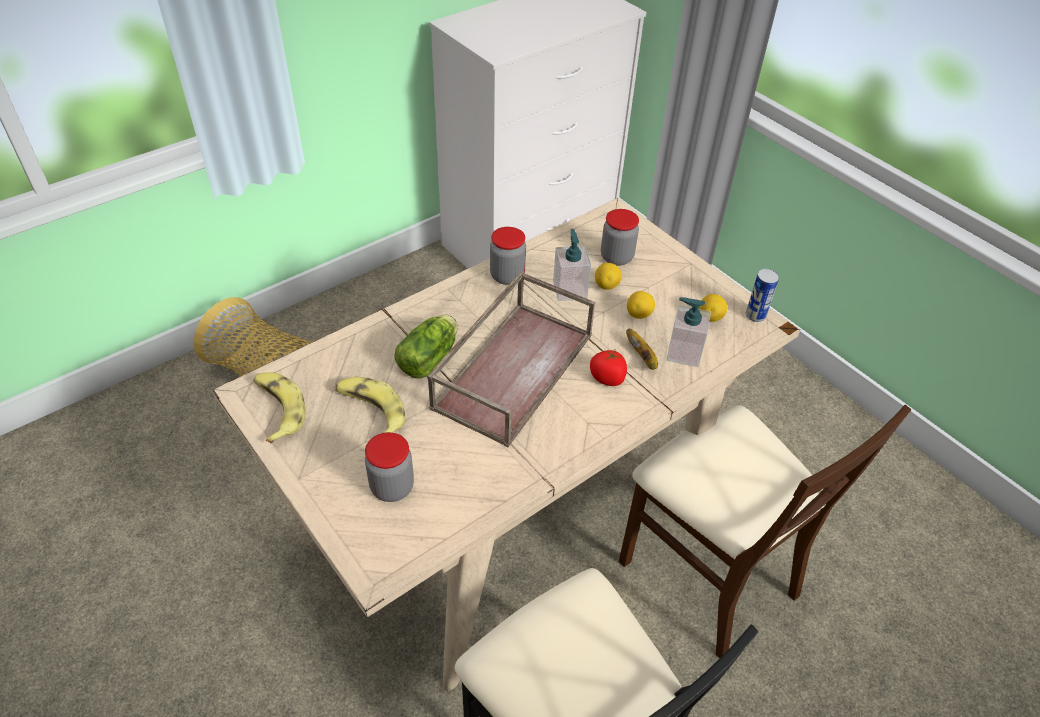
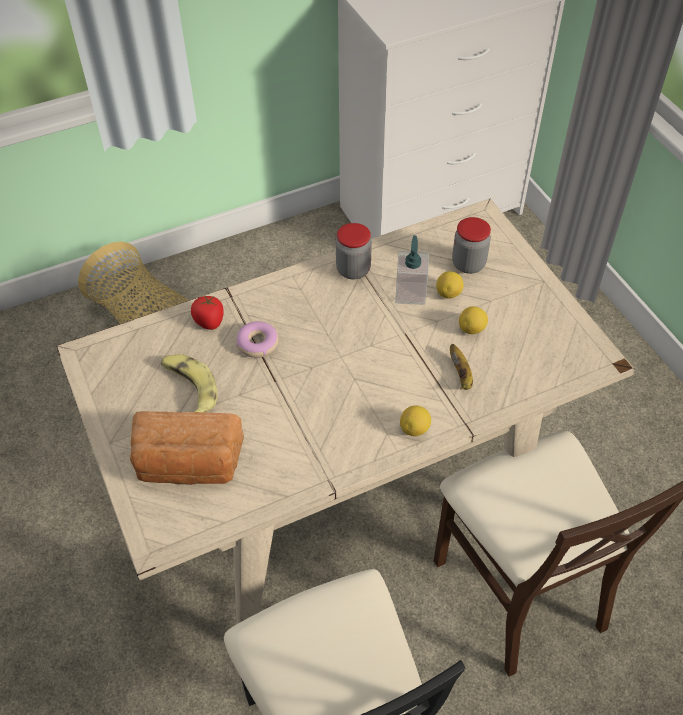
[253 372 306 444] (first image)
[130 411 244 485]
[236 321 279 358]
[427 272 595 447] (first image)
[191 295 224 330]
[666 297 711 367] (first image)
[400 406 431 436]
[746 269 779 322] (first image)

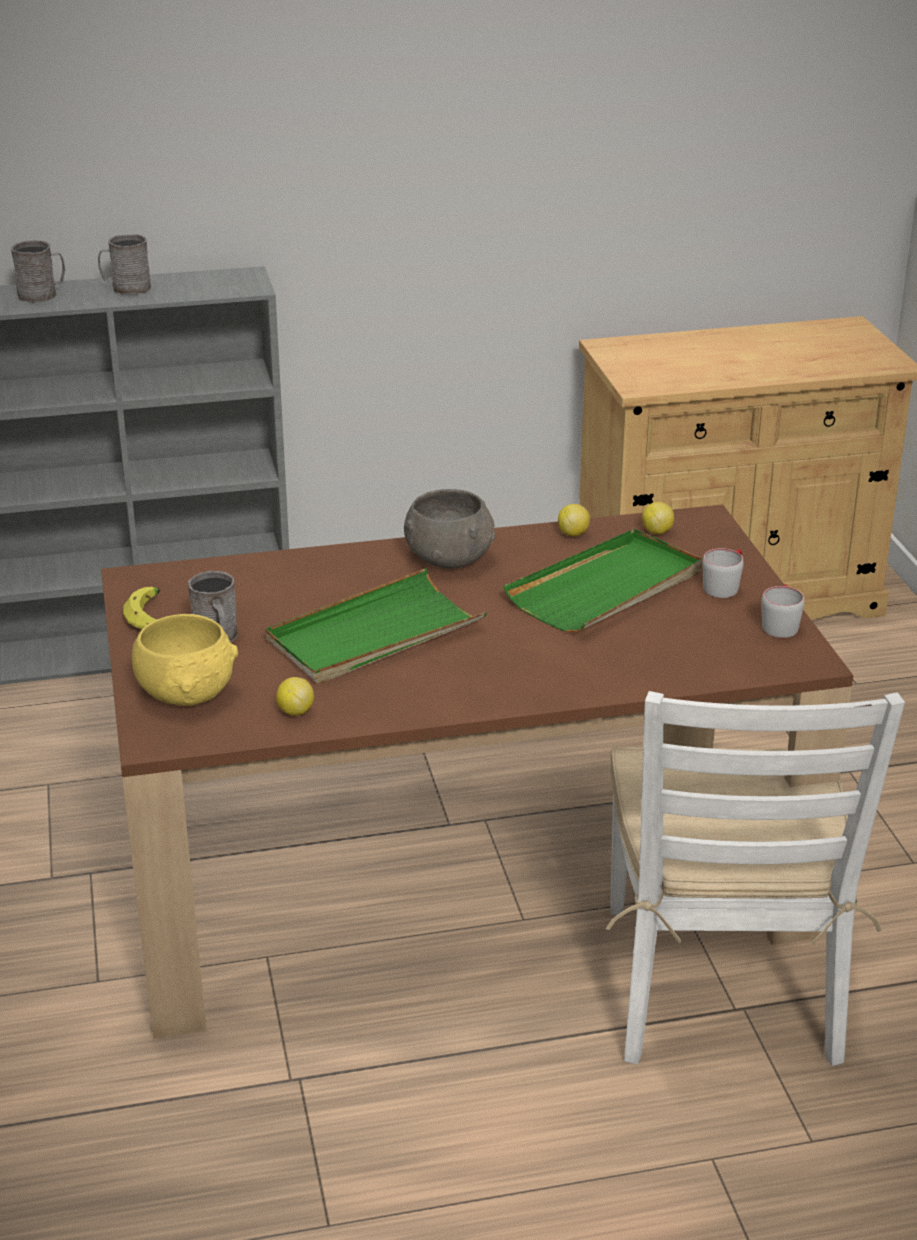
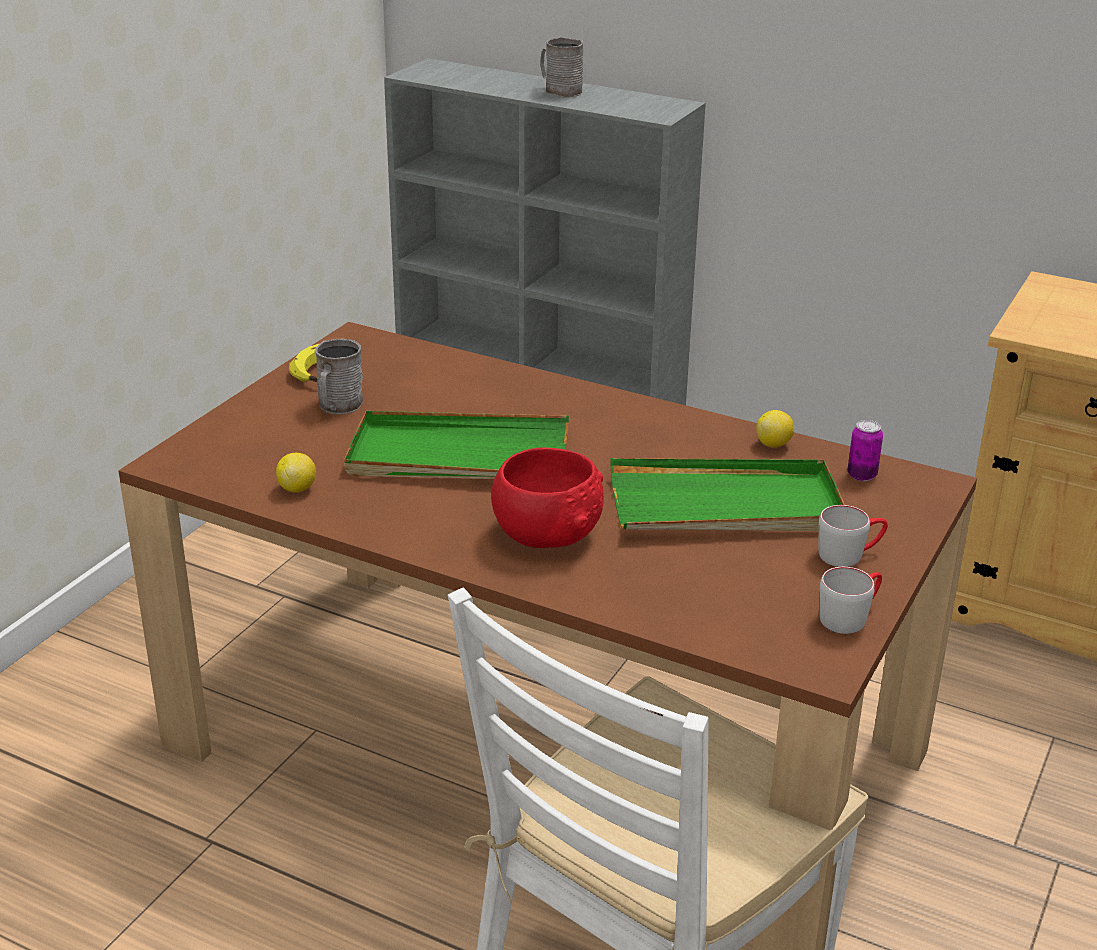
[11 240 65 303] (first image)
[132 614 238 706] (first image)
[404 489 496 569] (first image)
[847 420 883 481]
[491 447 604 548]

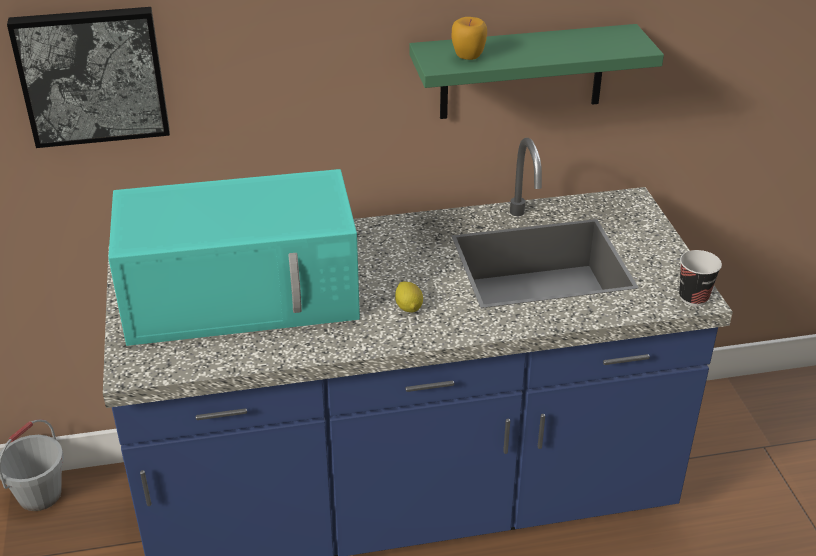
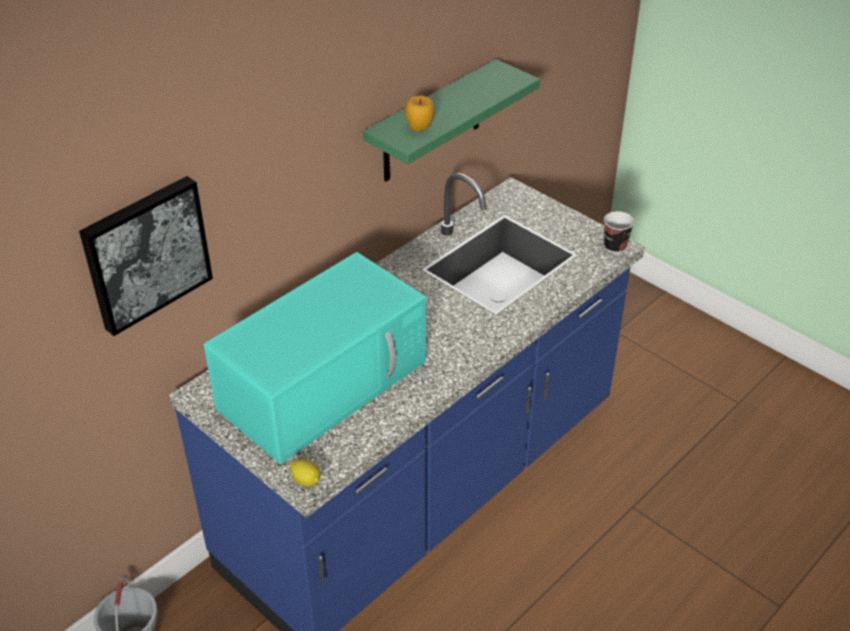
[290 459 321 487]

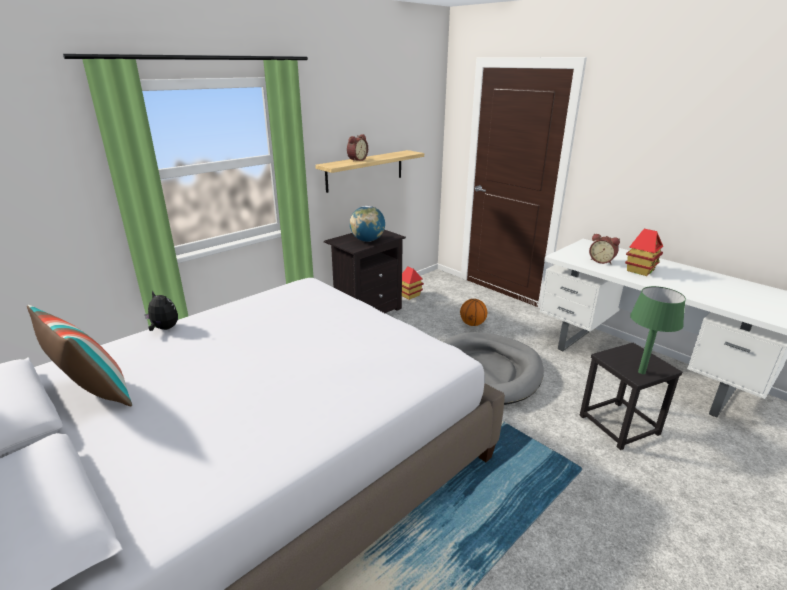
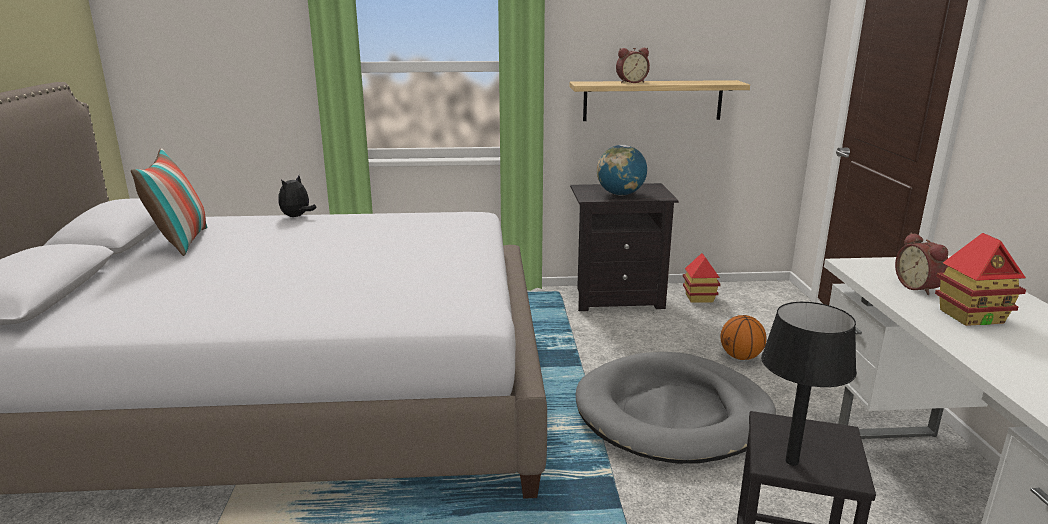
[278 175 317 217]
[761 302 857 466]

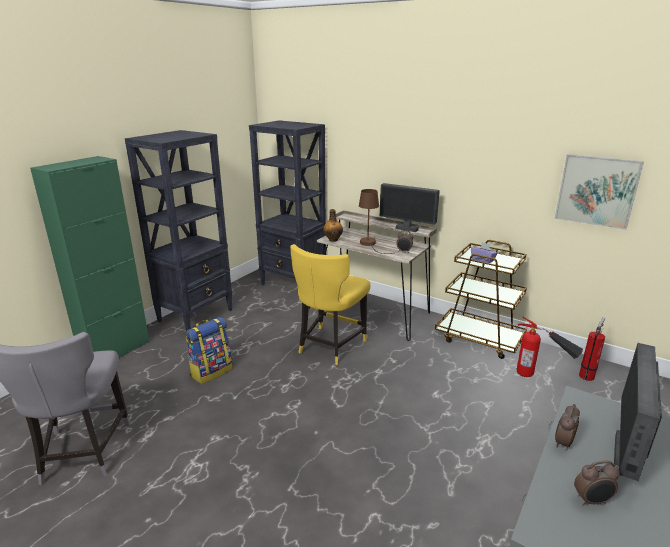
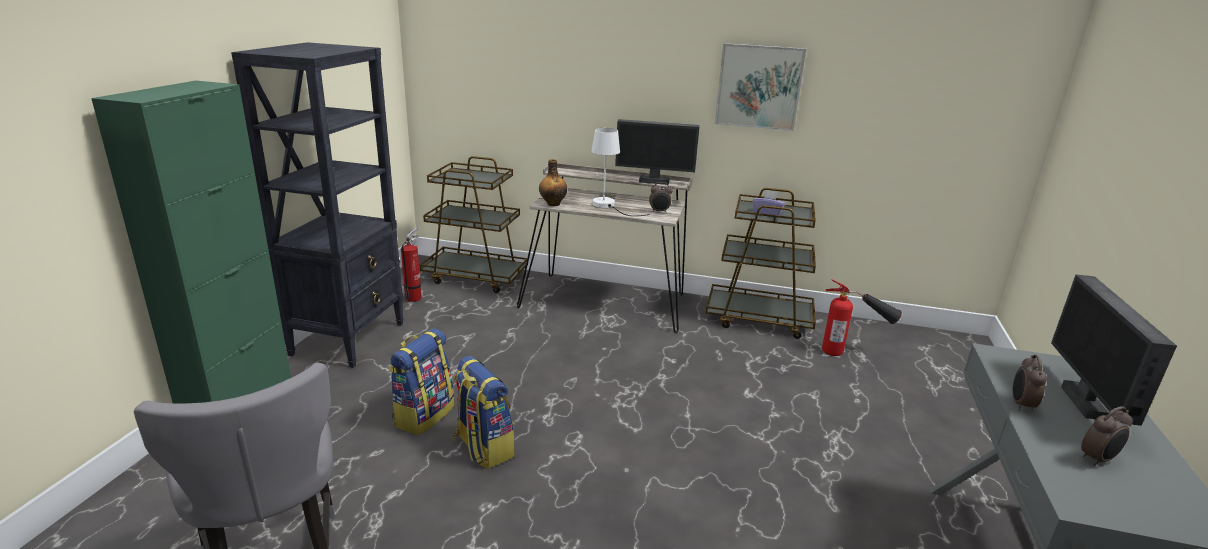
[419 156 527 293]
[290 244 370 365] (first image)
[591 128 650 216]
[715 43 806 131]
[401 227 422 302]
[454 356 515 469]

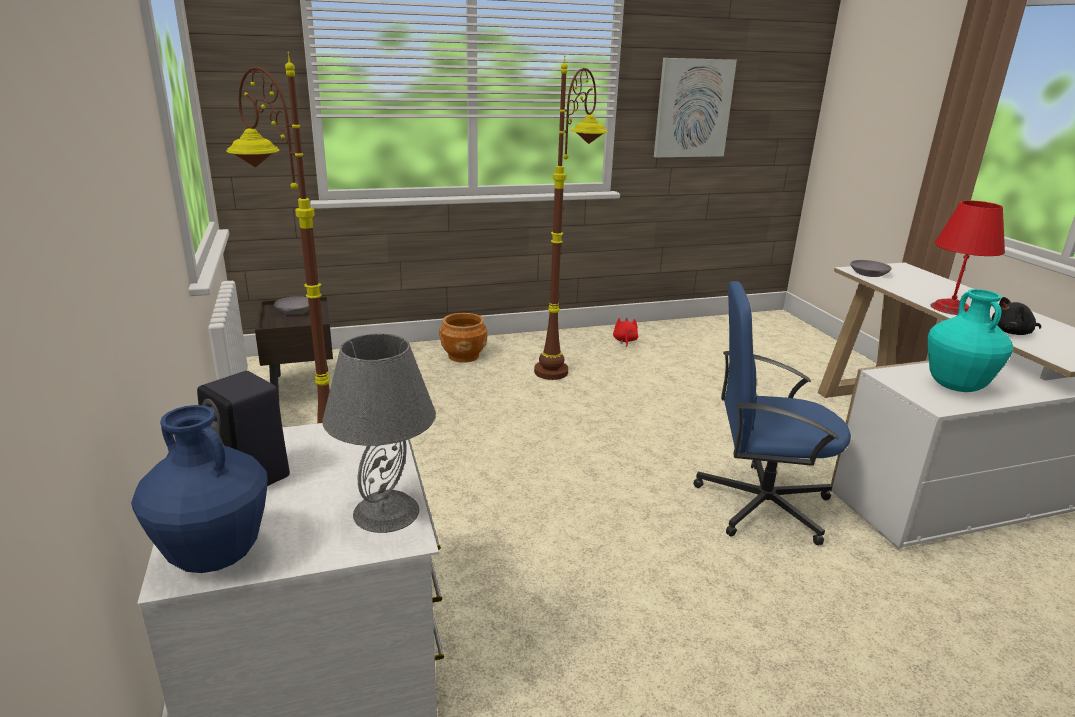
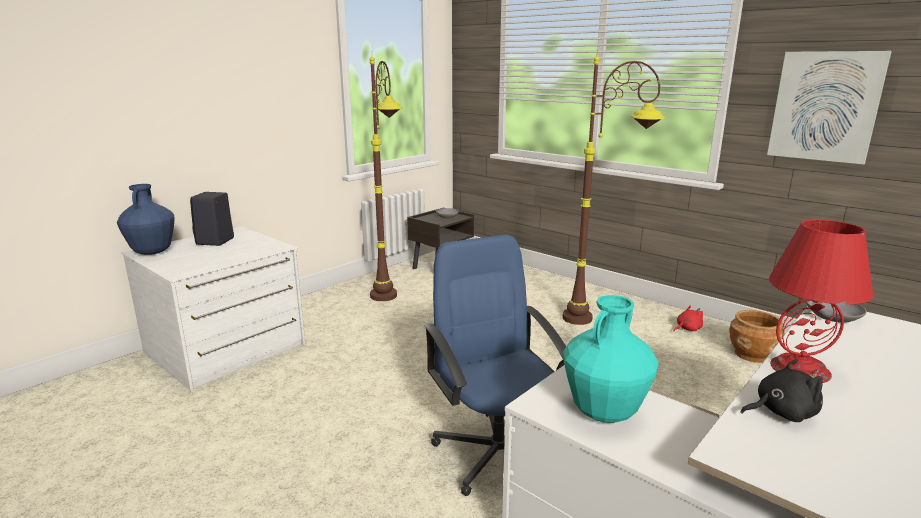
[322 334 436 533] (first image)
[729 310 785 363]
[741 359 823 422]

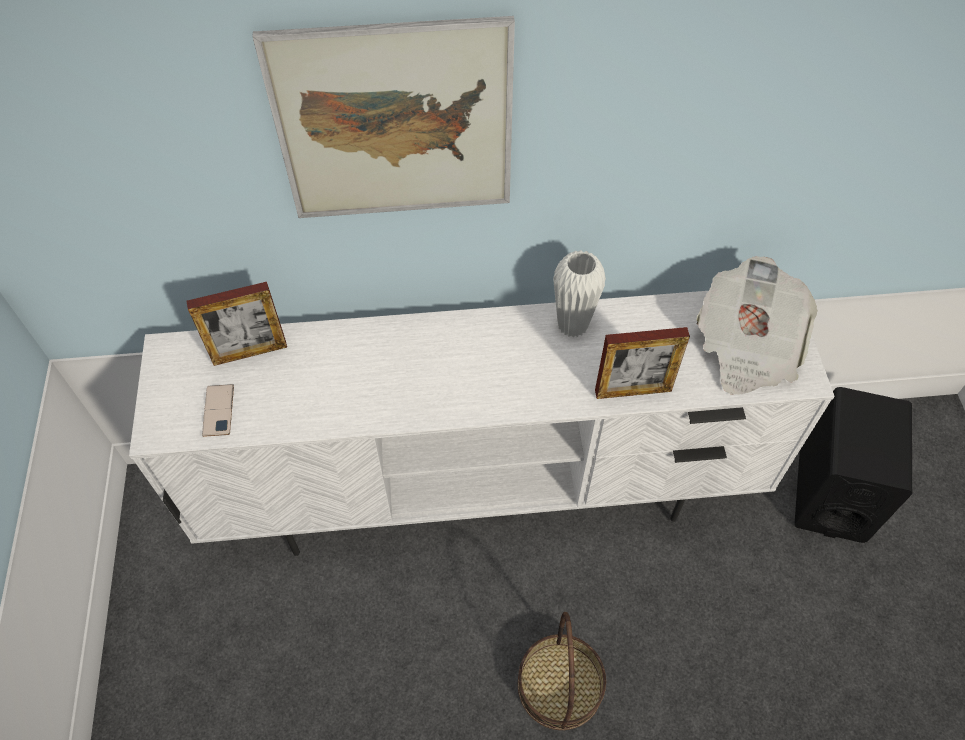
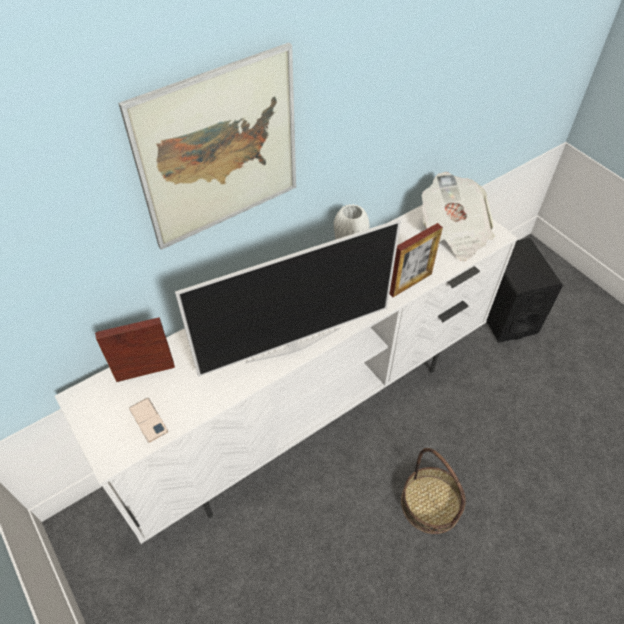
[95 317 175 382]
[175 219 401 377]

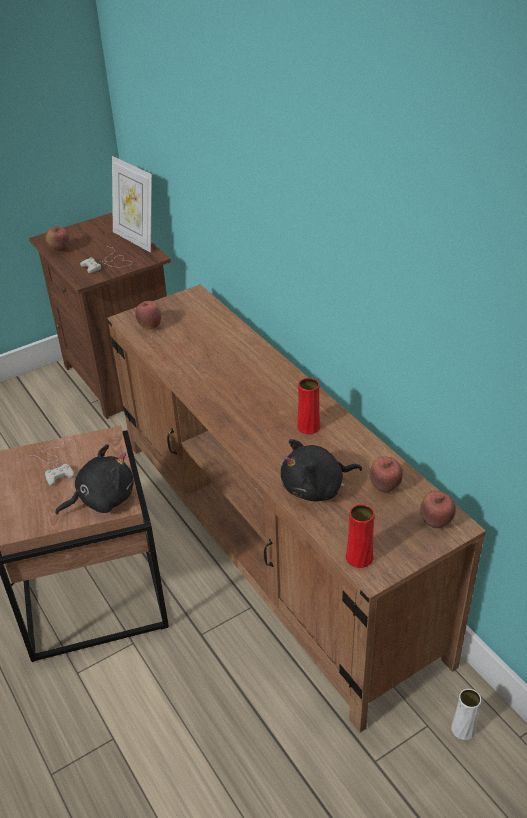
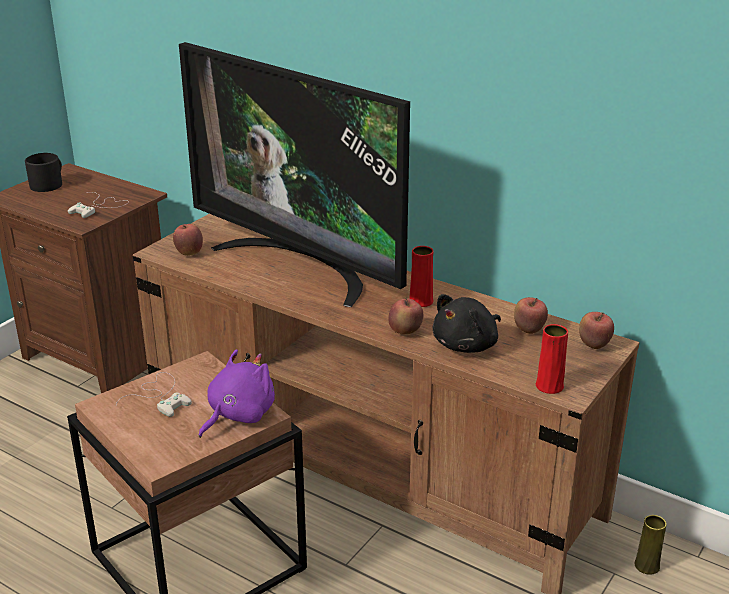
[389 297 423 334]
[199 349 275 438]
[112 156 152 253] (first image)
[634 515 666 575]
[25 153 62 192]
[179 42 410 307]

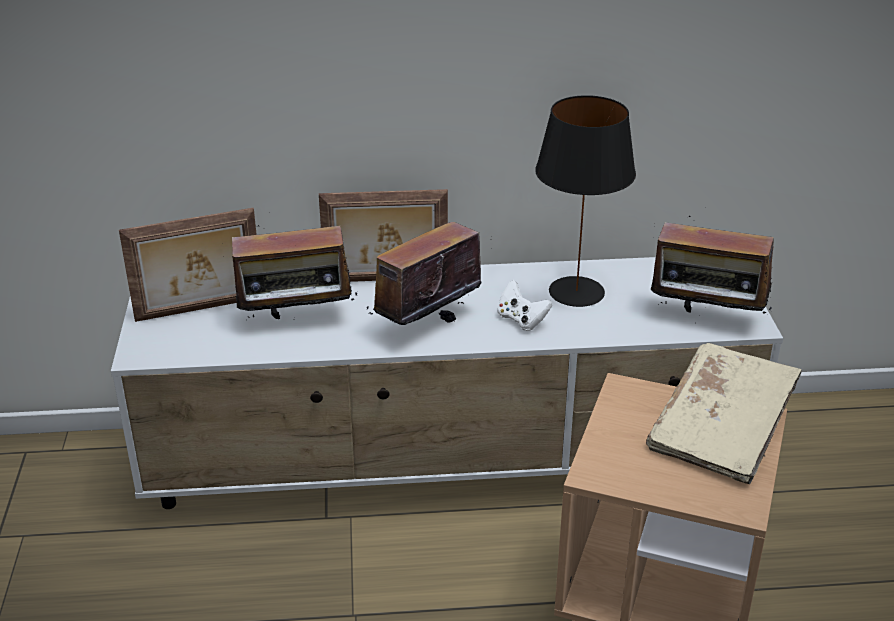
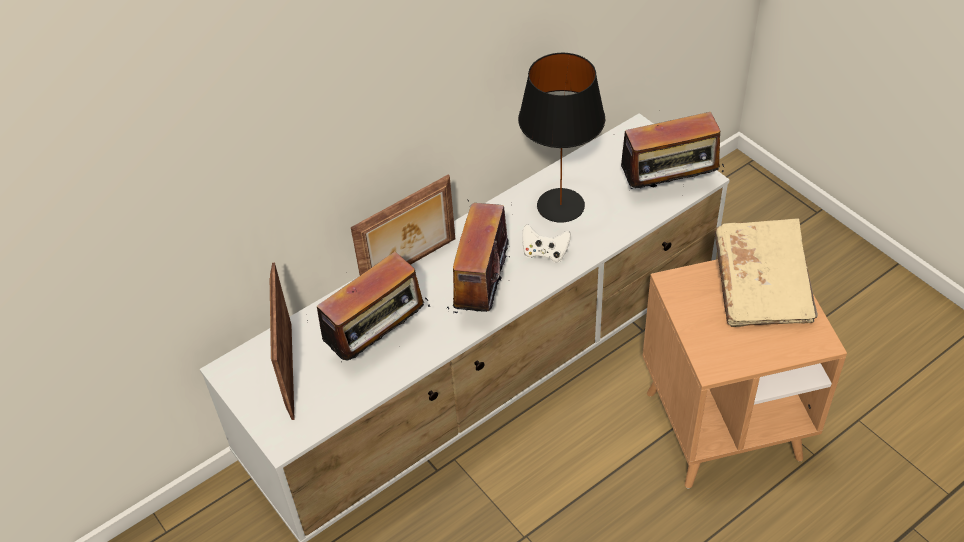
[270 262 295 420]

